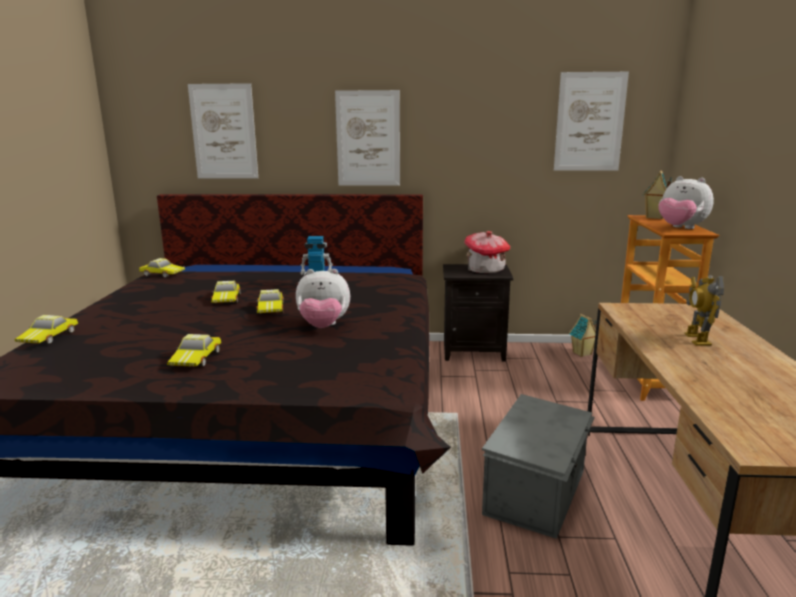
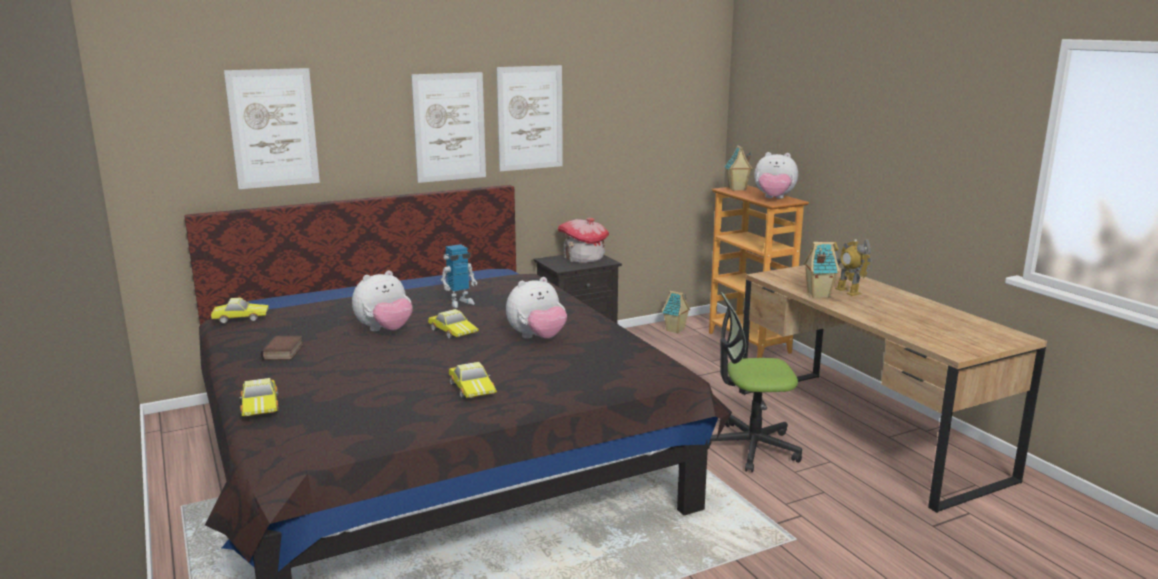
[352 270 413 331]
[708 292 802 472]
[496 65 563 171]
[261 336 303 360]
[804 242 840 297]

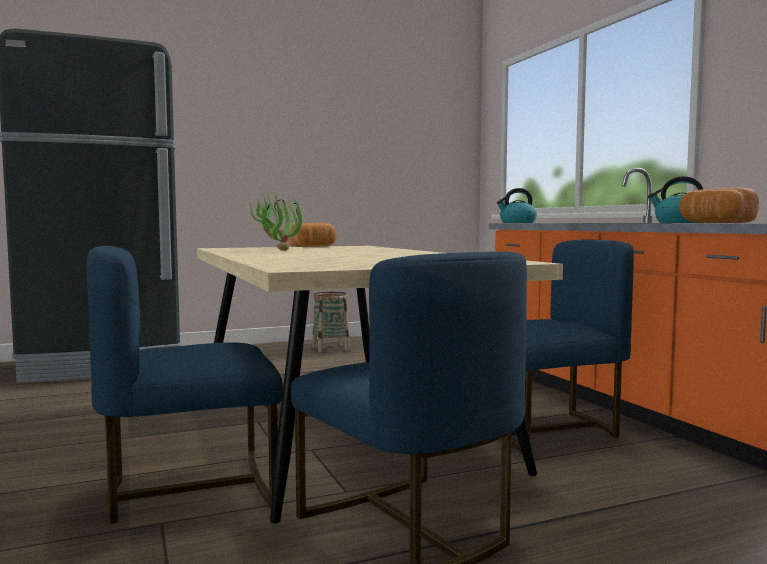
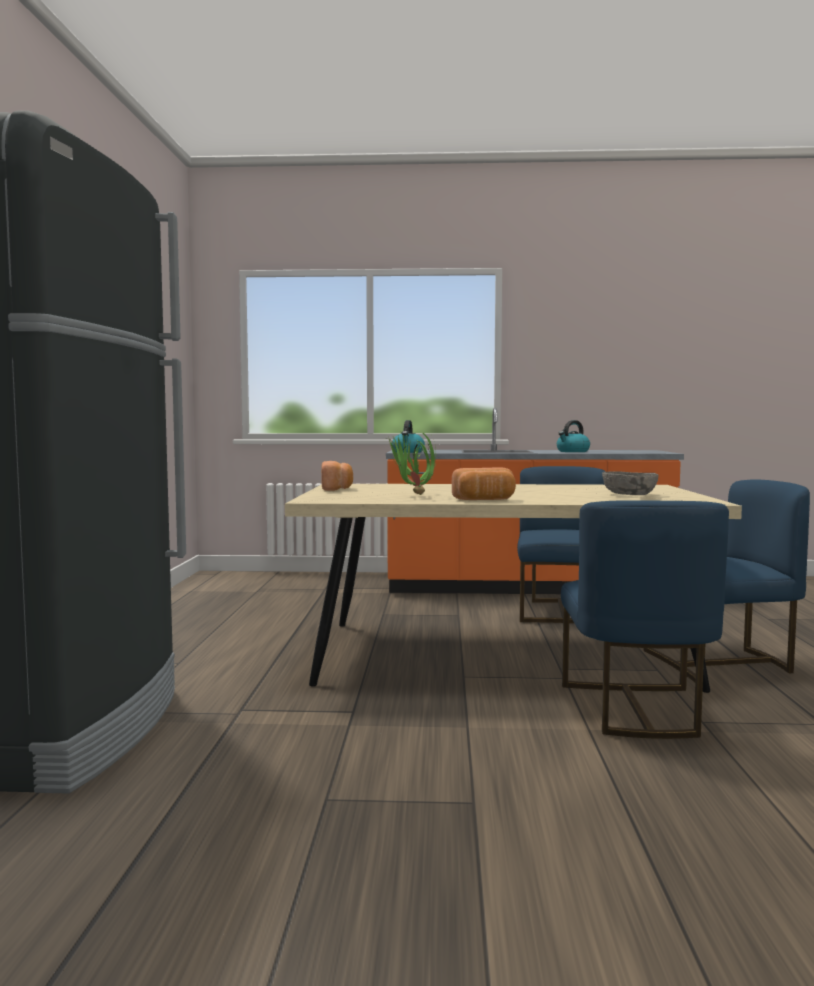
[312 292 350 353] (first image)
[452 467 516 500]
[602 471 658 495]

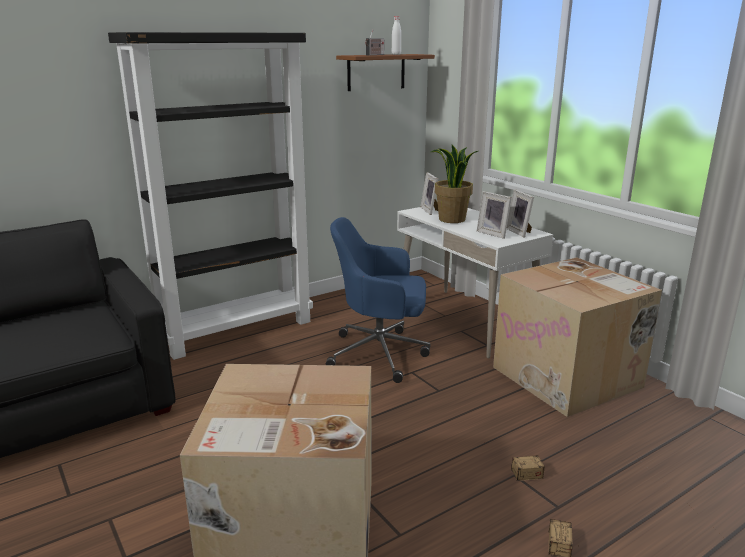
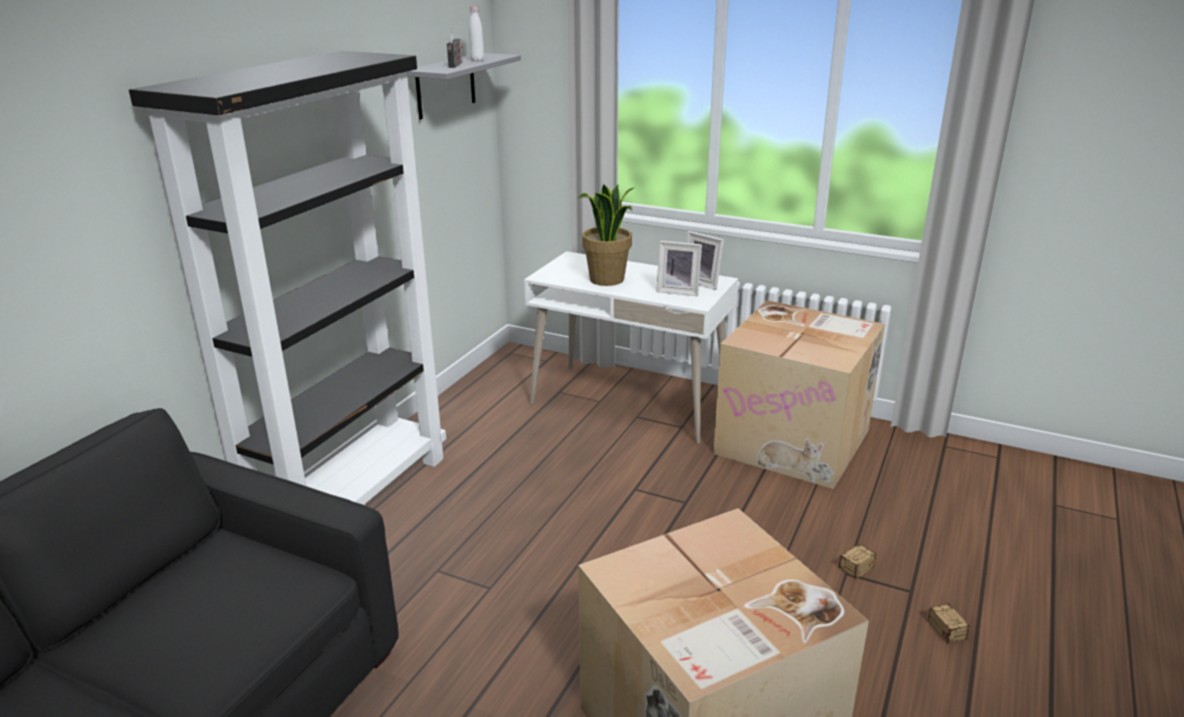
[326 217 430 383] (first image)
[407 53 521 120]
[420 173 438 215] (first image)

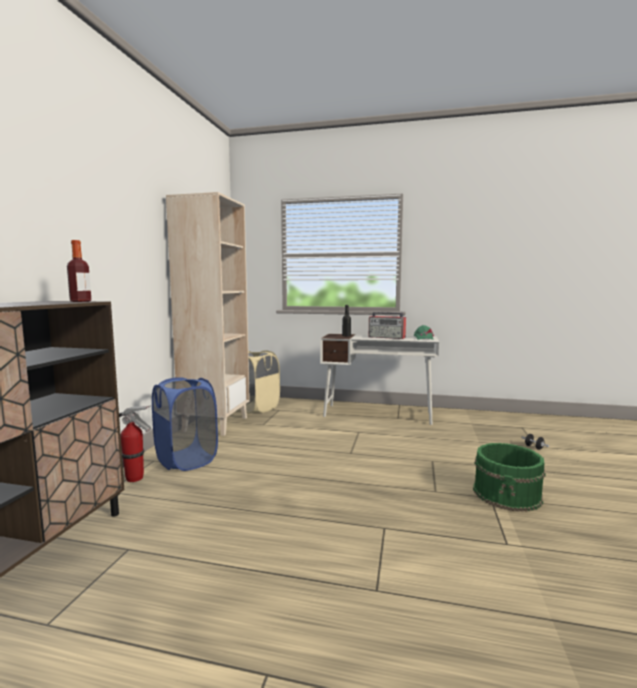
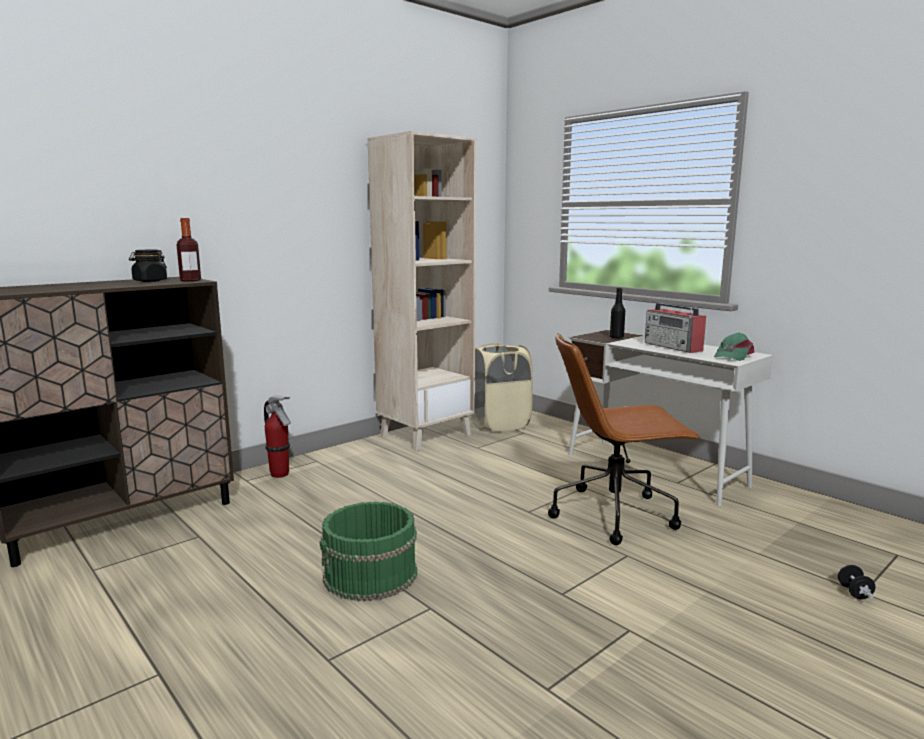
[152 377 218 471] (first image)
[320 501 417 601]
[129 250 167 282]
[548 333 701 545]

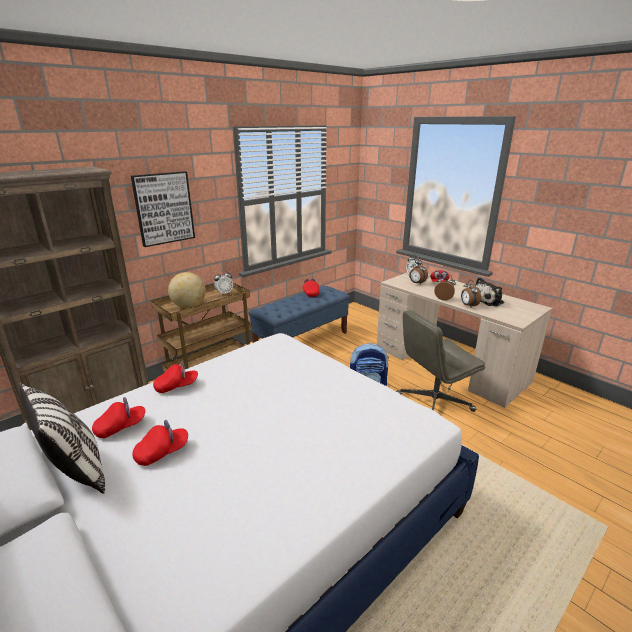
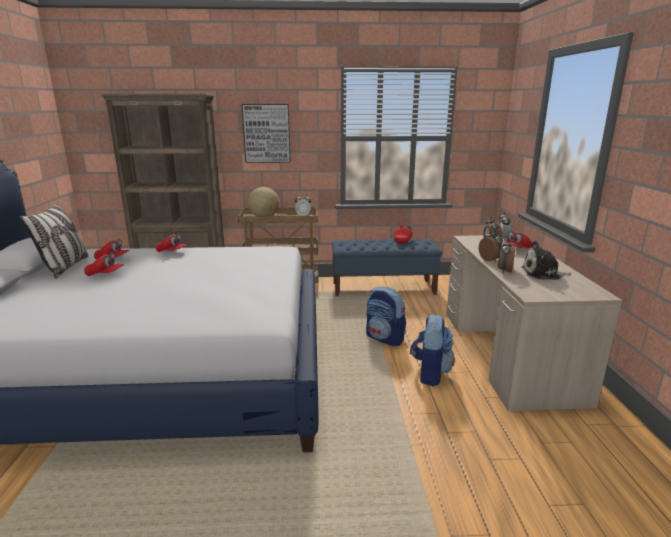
[410 314 455 386]

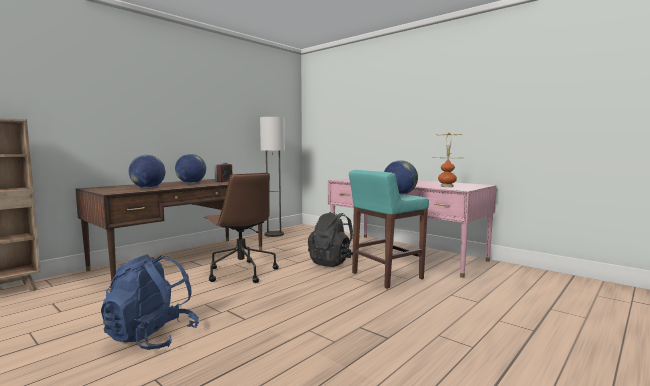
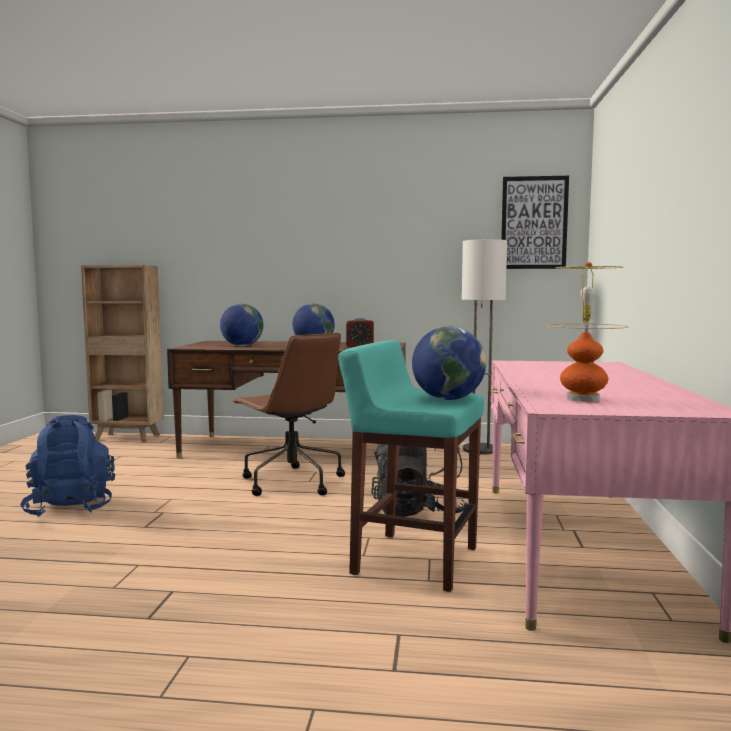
[232 333 345 496]
[501 176 569 269]

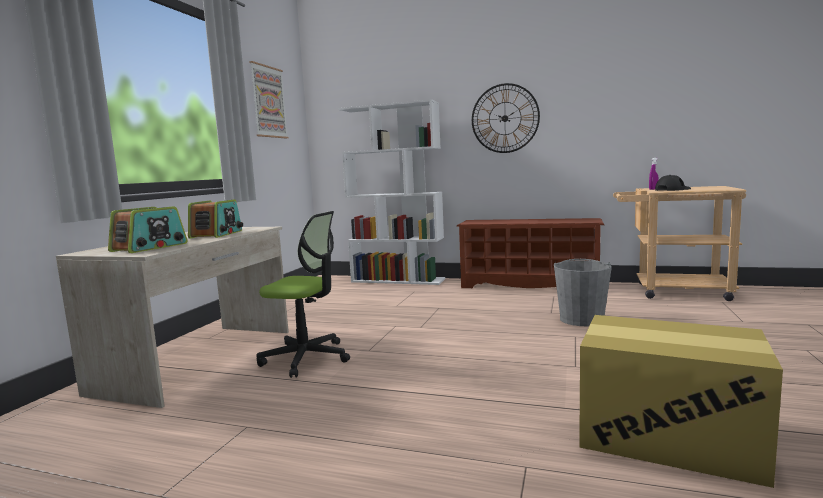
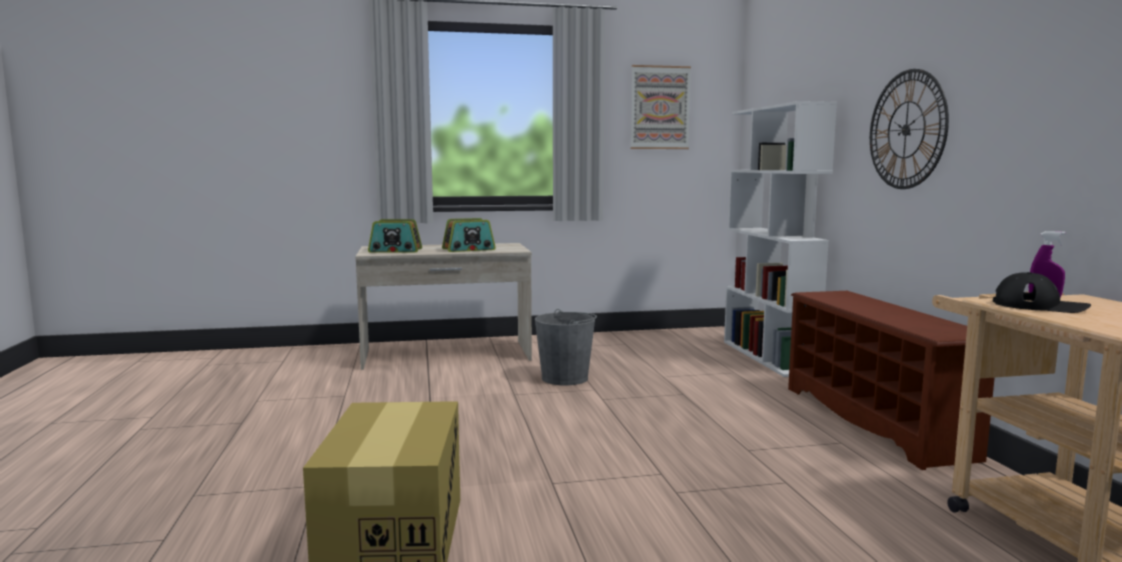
[256 211 350 378] (first image)
[535 309 597 385]

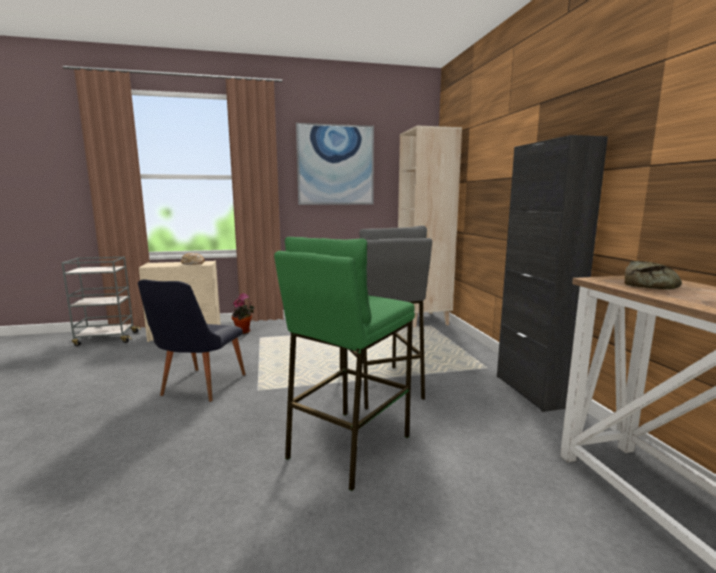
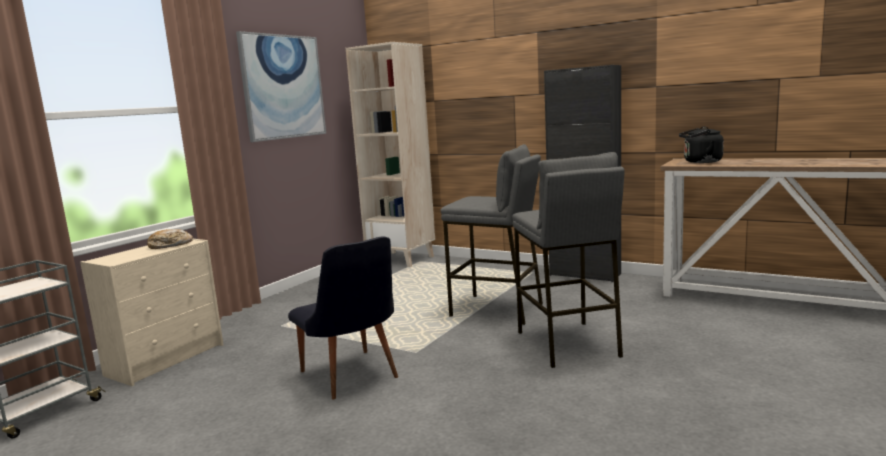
[232 293 255 334] (first image)
[512 152 625 368]
[679 126 724 163]

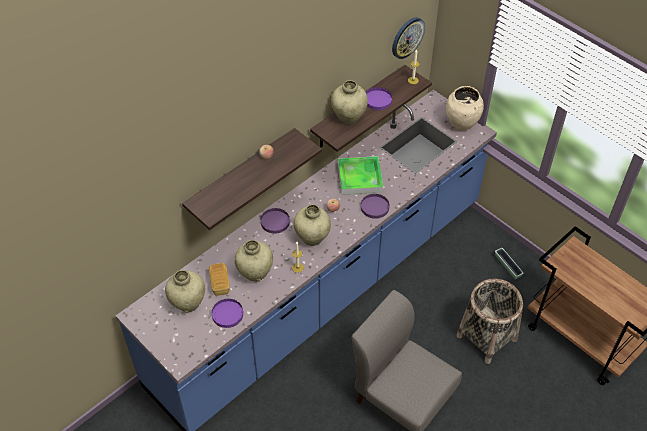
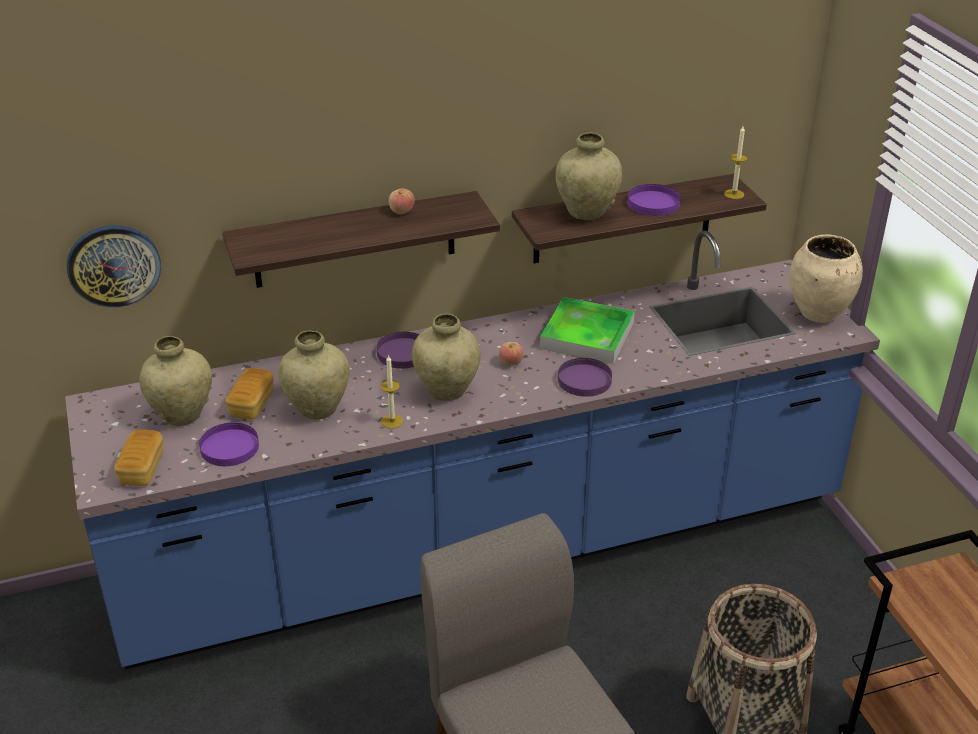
[67 225 161 307]
[495 248 523 280] (first image)
[114 430 163 486]

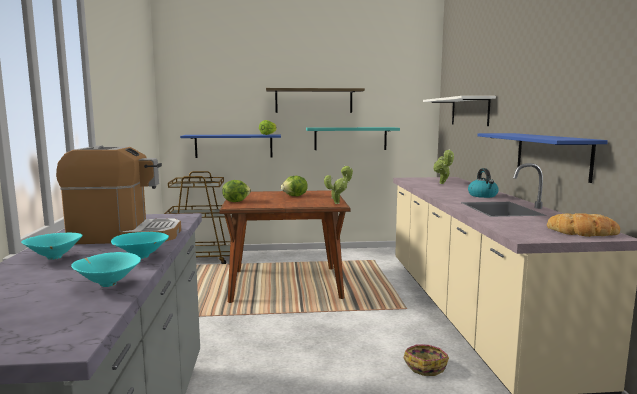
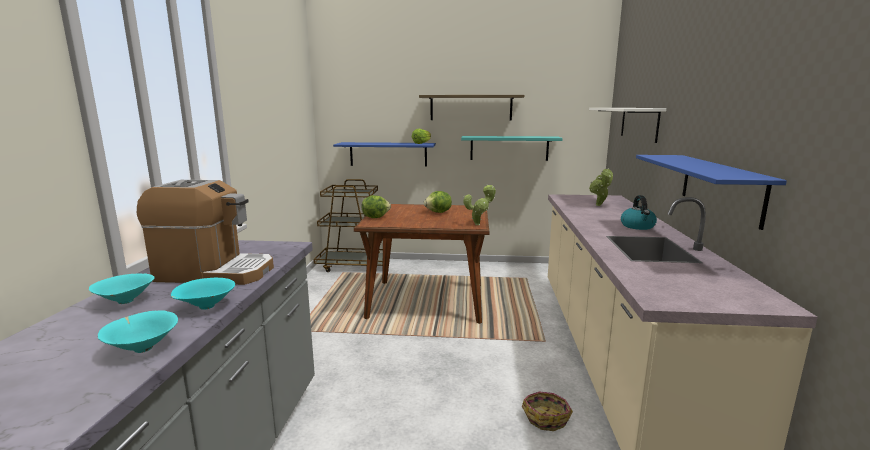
[547 213 620 237] (first image)

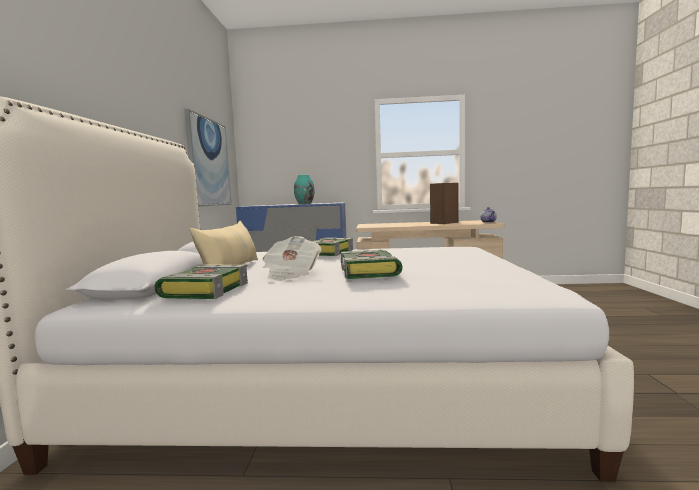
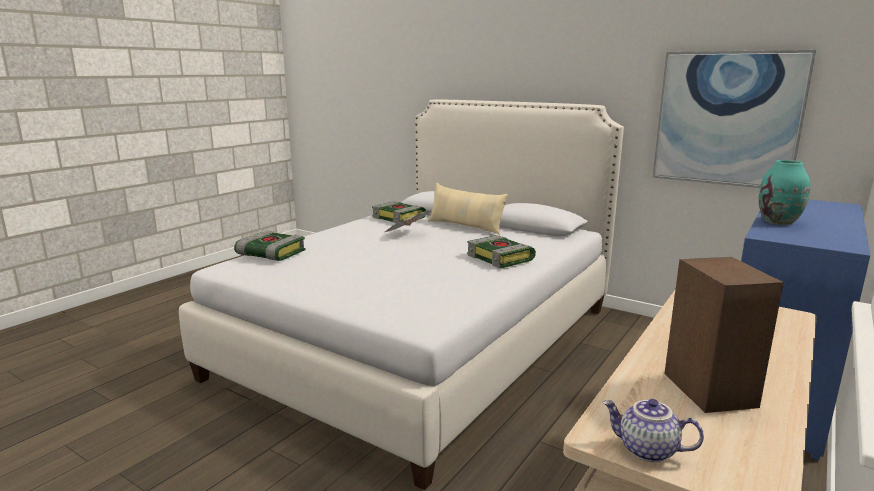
[234 230 306 261]

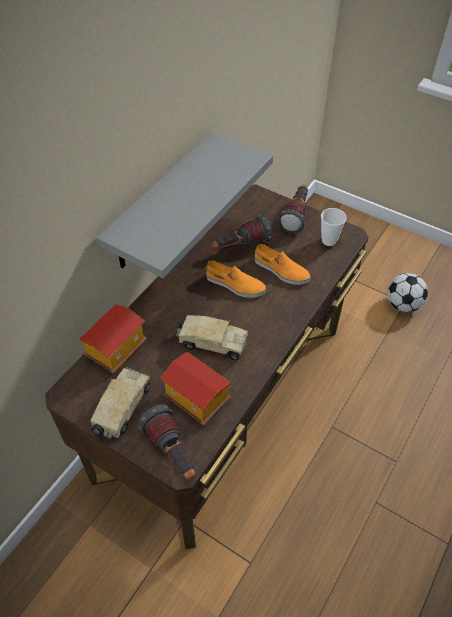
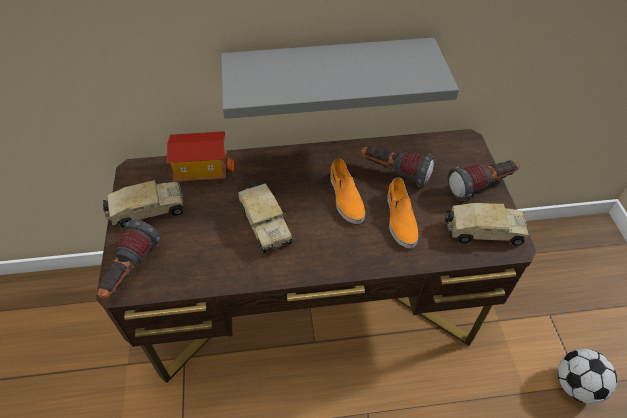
[160 352 231 425] (first image)
[445 203 530 246]

